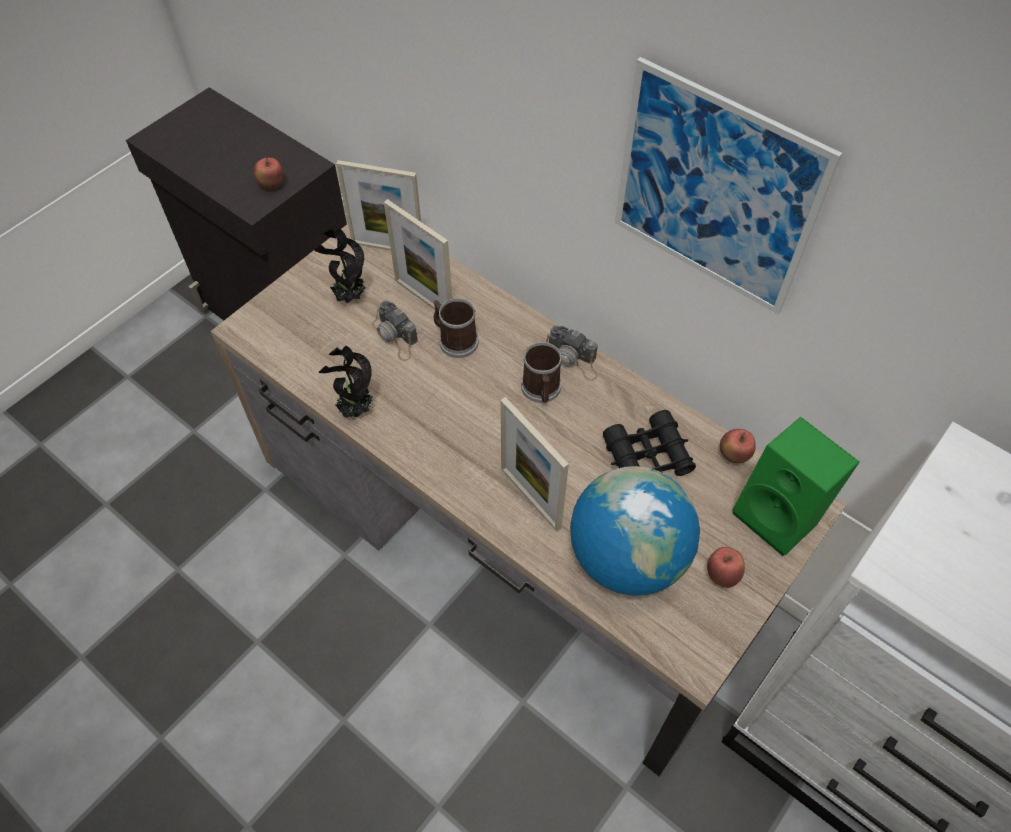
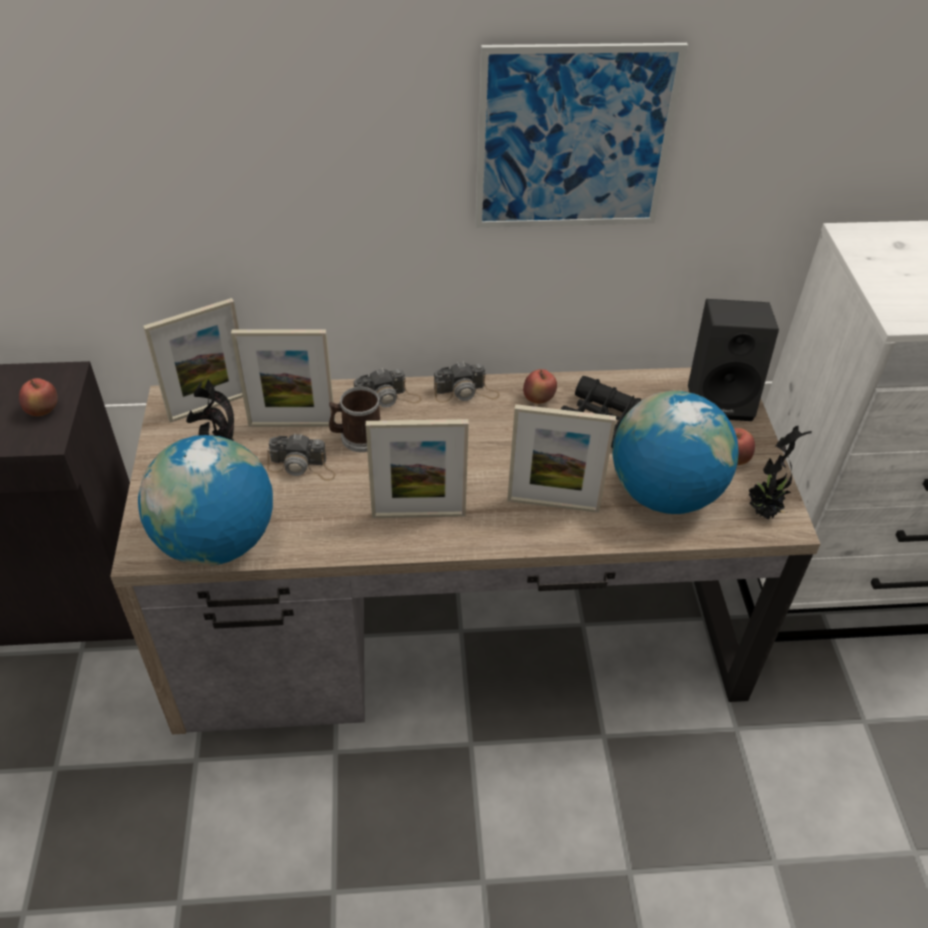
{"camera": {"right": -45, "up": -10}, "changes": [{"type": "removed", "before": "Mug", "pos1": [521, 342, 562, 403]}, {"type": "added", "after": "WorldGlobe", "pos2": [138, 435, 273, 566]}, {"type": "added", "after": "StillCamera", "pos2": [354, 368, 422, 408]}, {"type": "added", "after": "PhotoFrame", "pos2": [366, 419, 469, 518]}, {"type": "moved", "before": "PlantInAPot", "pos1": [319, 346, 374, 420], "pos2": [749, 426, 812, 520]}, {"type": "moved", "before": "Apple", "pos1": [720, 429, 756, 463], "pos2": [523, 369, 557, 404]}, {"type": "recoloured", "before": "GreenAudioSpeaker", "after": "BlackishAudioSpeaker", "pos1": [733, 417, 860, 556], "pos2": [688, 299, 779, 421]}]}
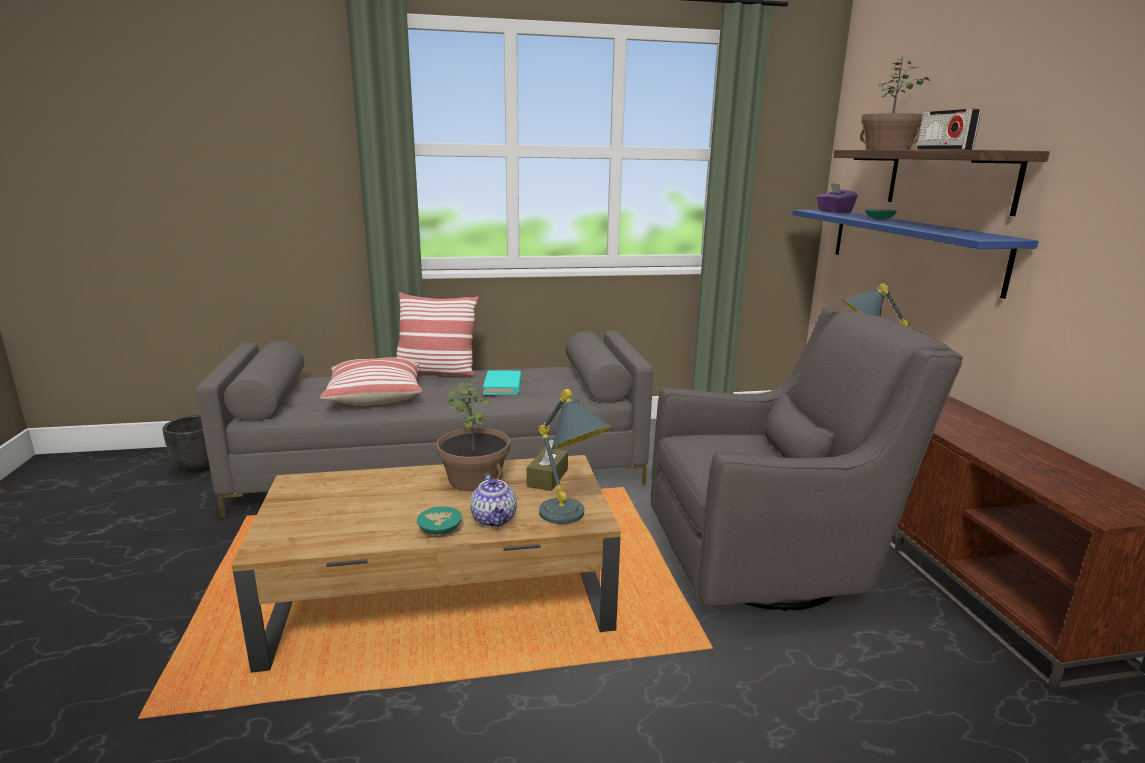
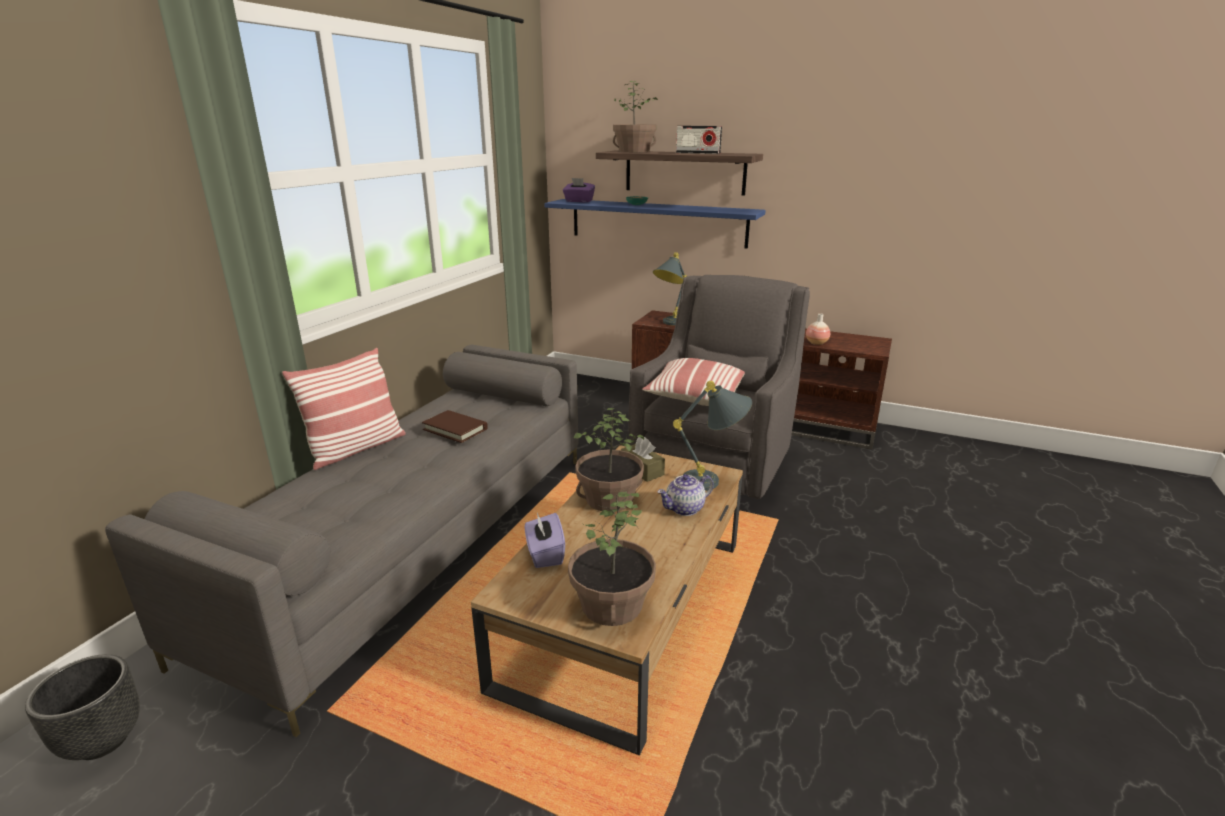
{"camera": {"right": -55, "up": 5}, "changes": [{"type": "removed", "before": "TurquoiseColouredServingBowl", "pos1": [417, 506, 462, 535]}, {"type": "added", "after": "PurpleColouredTissueBox", "pos2": [525, 513, 565, 568]}, {"type": "added", "after": "PlantInAPot", "pos2": [568, 491, 656, 626]}, {"type": "added", "after": "DecorativeVase", "pos2": [806, 313, 830, 345]}, {"type": "moved", "before": "Pillow", "pos1": [320, 357, 423, 406], "pos2": [642, 358, 745, 406]}, {"type": "recoloured", "before": "TurquoiseColouredBook", "after": "BrownBook", "pos1": [483, 370, 522, 395], "pos2": [422, 410, 488, 443]}, {"type": "turned", "before": "Teapot", "pos1": [470, 473, 517, 527], "pos2": [657, 474, 714, 516], "turn": 135}]}
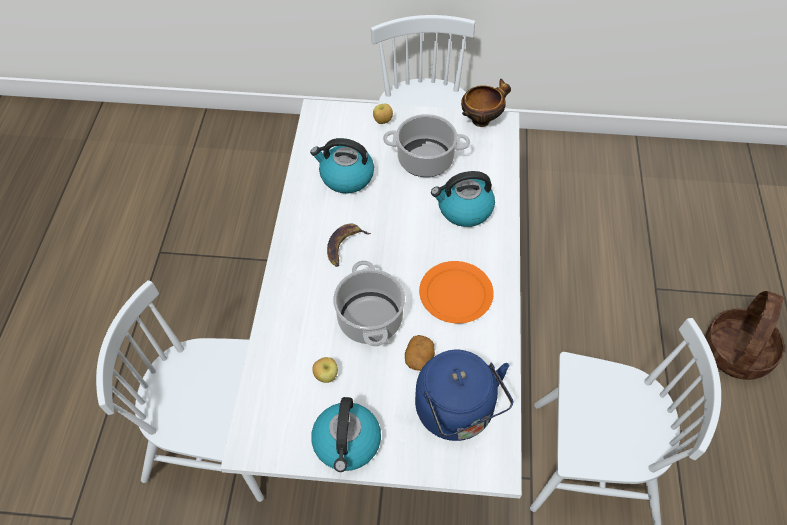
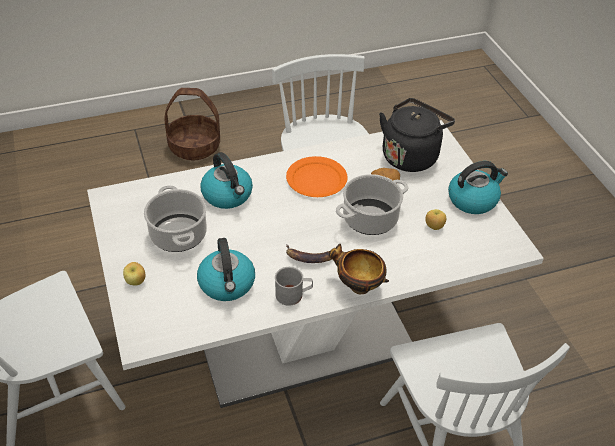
{"camera": {"right": -115, "up": -10}, "changes": [{"type": "added", "after": "GreyMug", "pos2": [275, 267, 313, 306]}, {"type": "moved", "before": "ServingBowl", "pos1": [461, 79, 511, 127], "pos2": [329, 244, 389, 294]}, {"type": "recoloured", "before": "BluishKettle", "after": "BlackishKettle", "pos1": [415, 350, 513, 441], "pos2": [379, 98, 455, 172]}]}
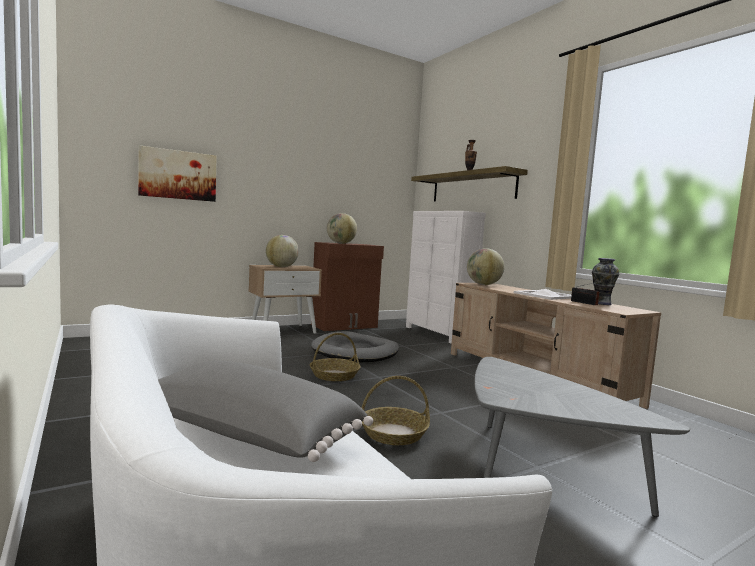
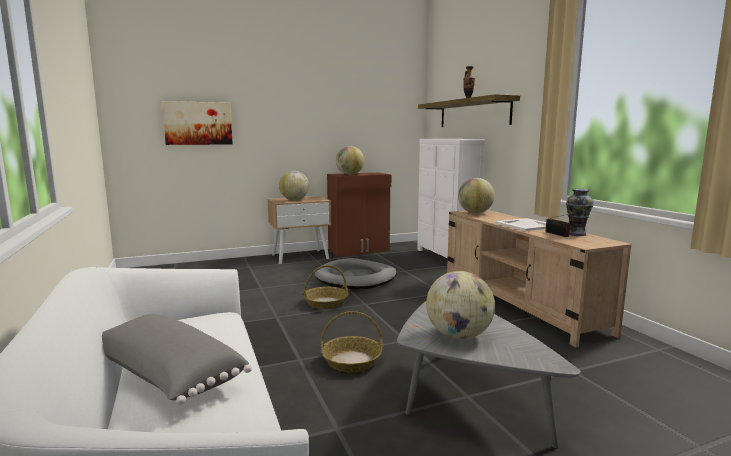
{"camera": {"right": 10, "up": 5}, "changes": [{"type": "added", "after": "WorldGlobe", "pos2": [426, 271, 495, 339]}]}
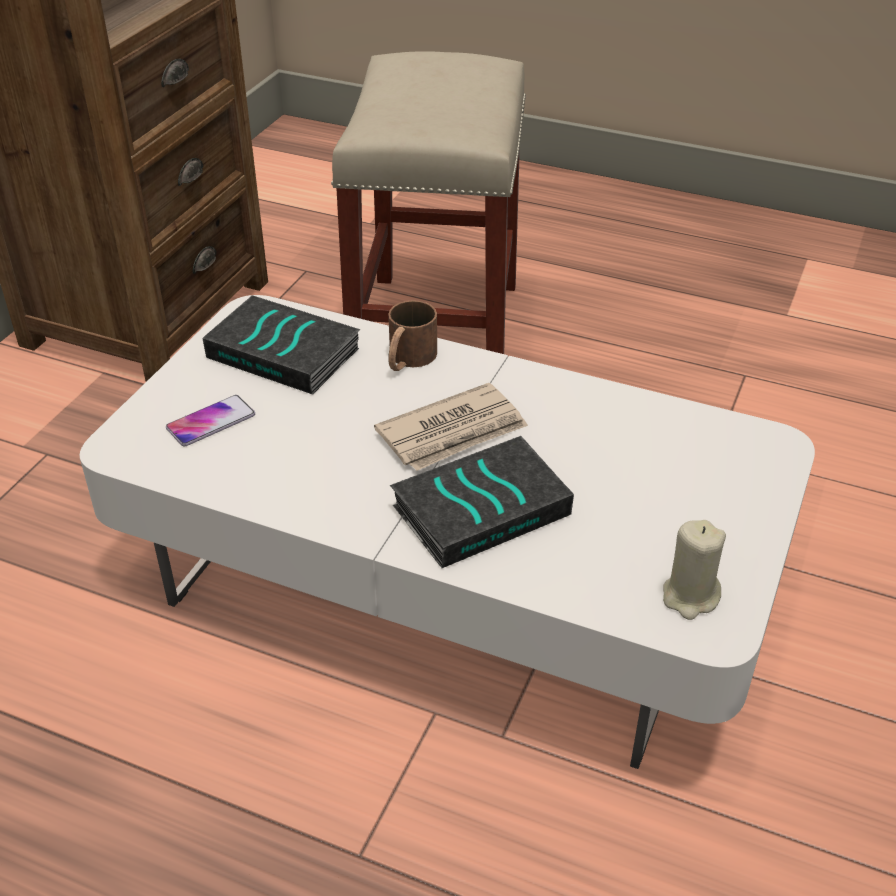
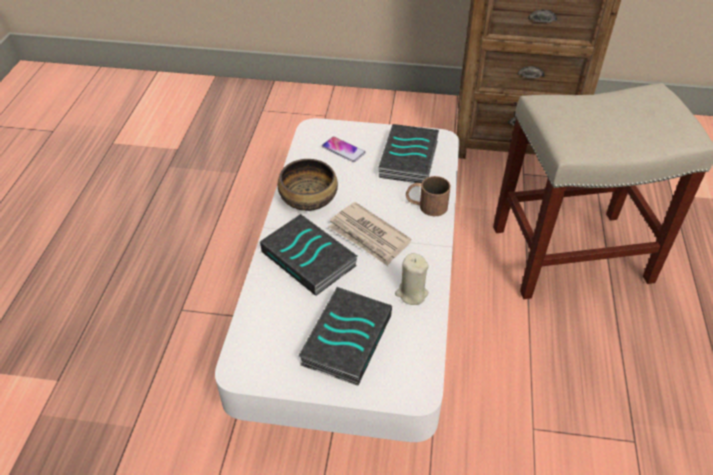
{"camera": {"right": 75, "up": 5}, "changes": [{"type": "added", "after": "ServingBowl", "pos2": [278, 159, 338, 211]}, {"type": "added", "after": "Book", "pos2": [299, 287, 392, 386]}, {"type": "moved", "before": "SandColouredWaxLight", "pos1": [663, 520, 726, 620], "pos2": [395, 253, 429, 305]}]}
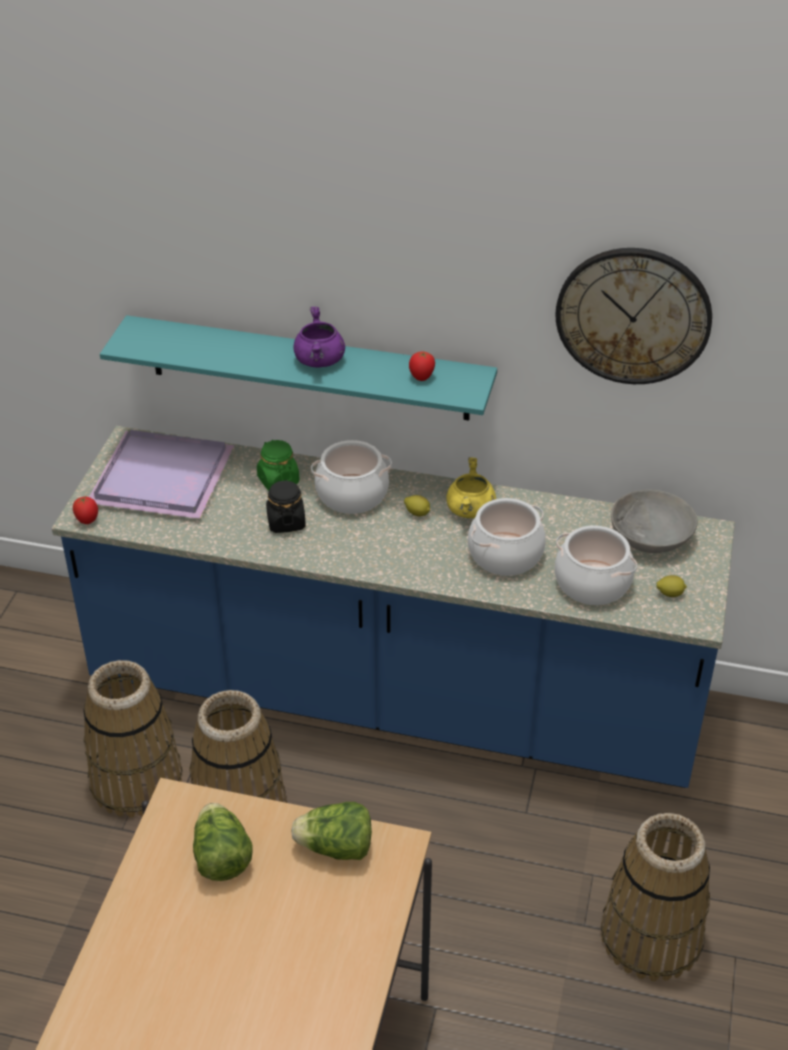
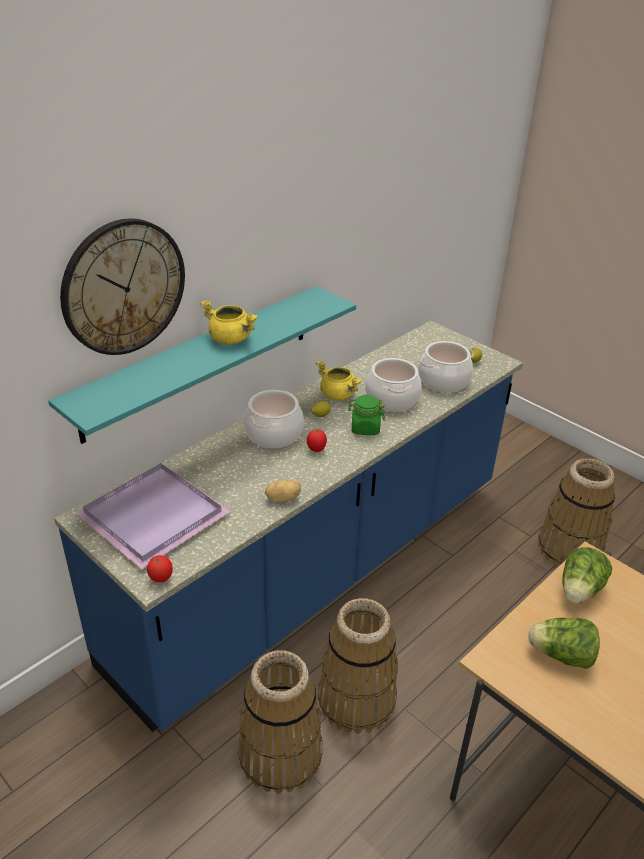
{"camera": {"right": -60, "up": -5}, "changes": [{"type": "removed", "before": "BlackishPreserveJar", "pos1": [266, 480, 306, 533]}, {"type": "removed", "before": "GreyServingBowl", "pos1": [611, 490, 698, 553]}, {"type": "added", "after": "Potato", "pos2": [265, 479, 301, 502]}, {"type": "moved", "before": "GreenPreserveJar", "pos1": [257, 440, 300, 491], "pos2": [348, 395, 385, 435]}, {"type": "moved", "before": "FreshTomato", "pos1": [409, 352, 435, 381], "pos2": [307, 429, 327, 452]}, {"type": "moved", "before": "ClockOnTheWall", "pos1": [555, 248, 712, 384], "pos2": [60, 218, 185, 355]}, {"type": "recoloured", "before": "PurpleColouredSaucepot", "after": "YellowColouredSaucepot", "pos1": [293, 307, 345, 367], "pos2": [200, 300, 258, 344]}]}
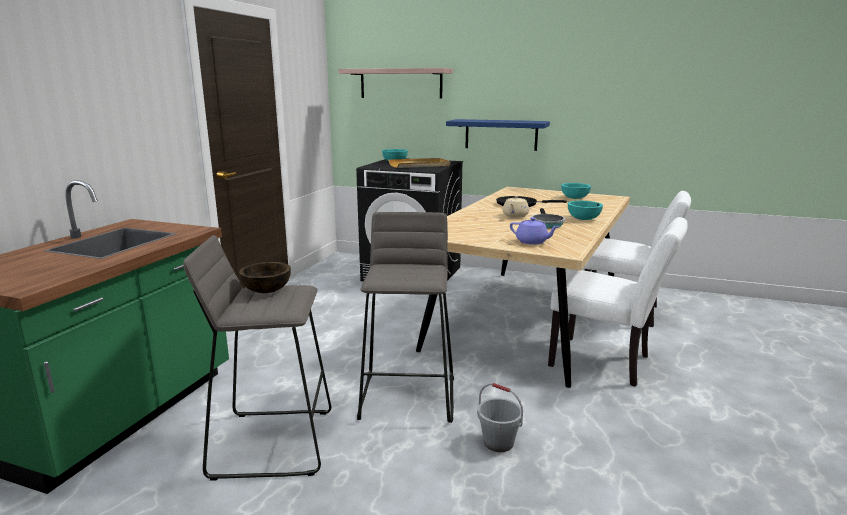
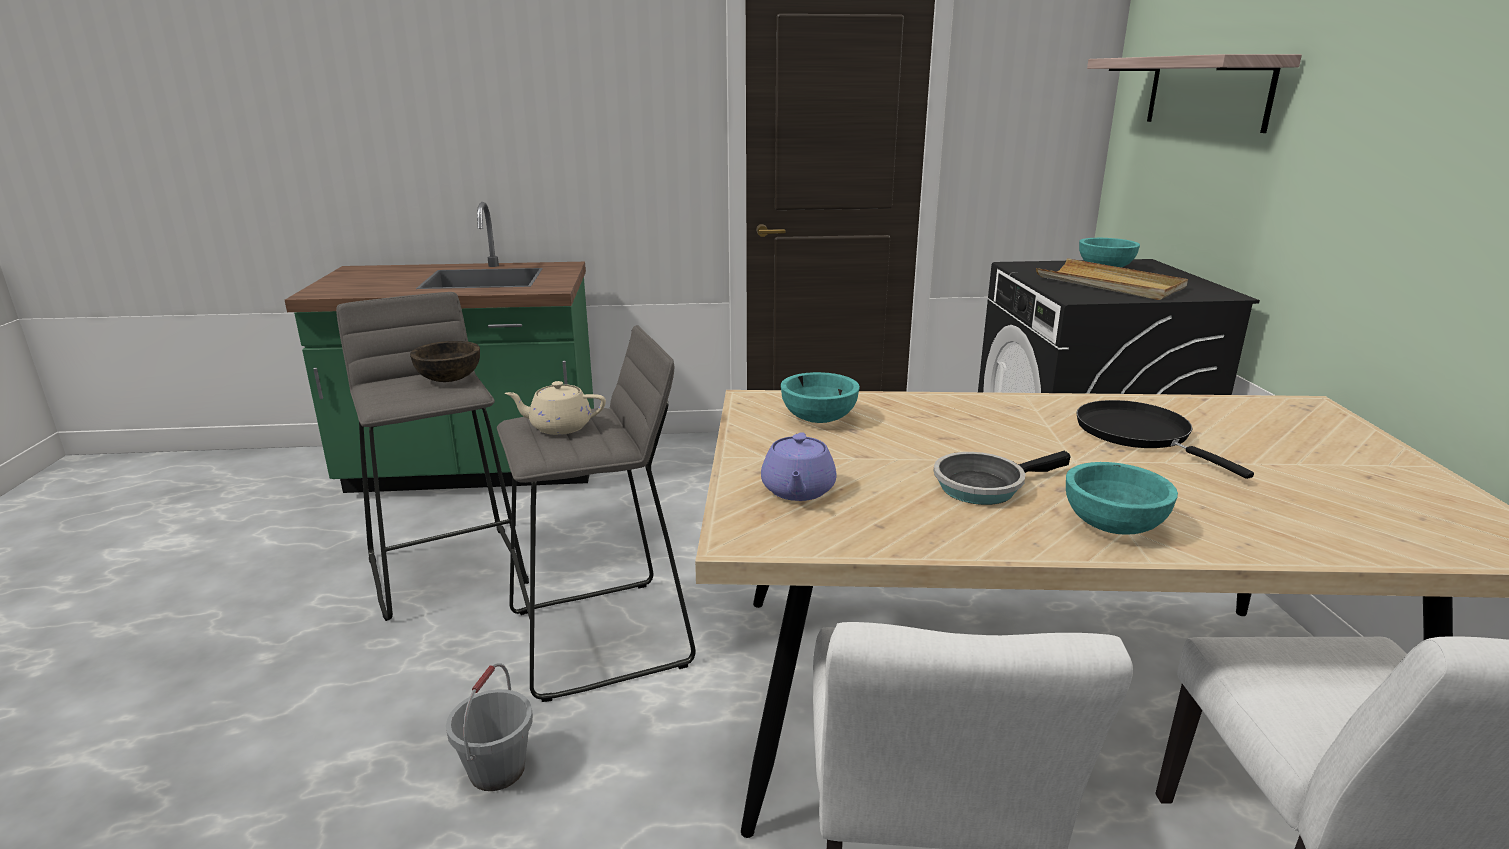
{"camera": {"right": 65, "up": 5}, "changes": [{"type": "removed", "before": "BluishShelf", "pos1": [446, 119, 550, 151]}, {"type": "moved", "before": "SandColouredTeapot", "pos1": [502, 195, 529, 218], "pos2": [505, 381, 606, 435]}, {"type": "moved", "before": "TurquoiseColouredServingBowl", "pos1": [561, 183, 591, 199], "pos2": [781, 372, 860, 423]}]}
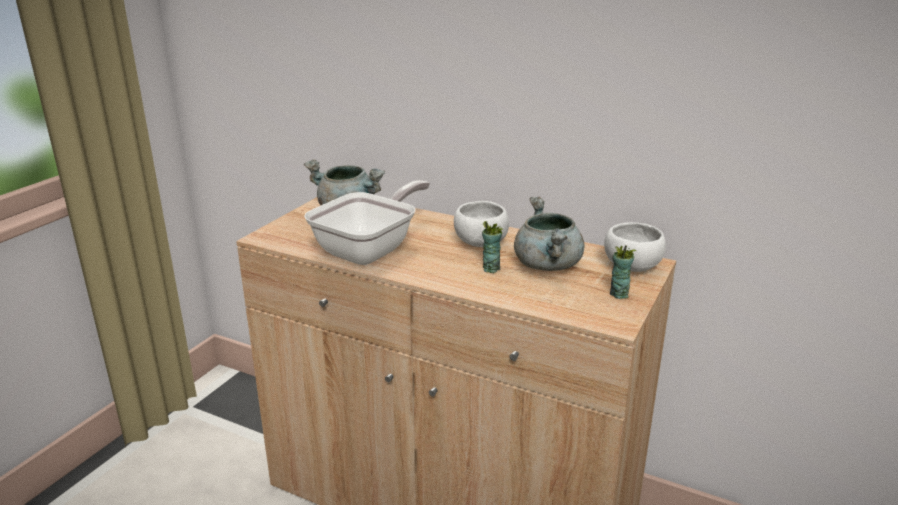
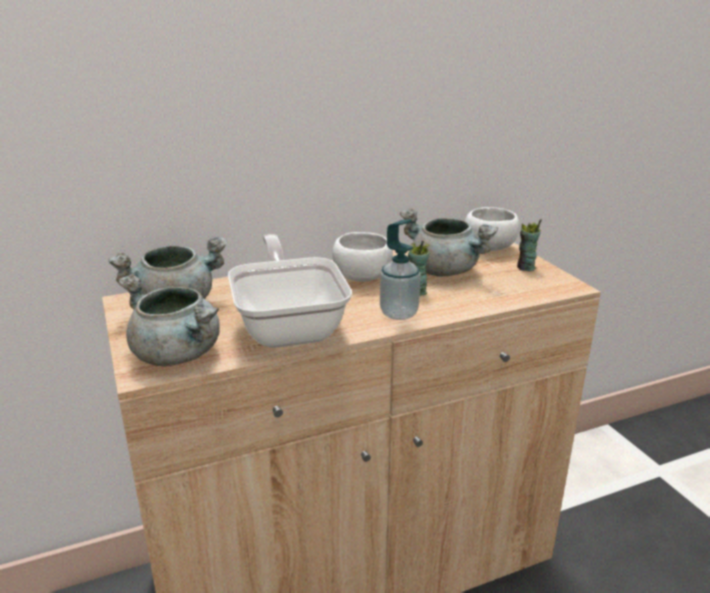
{"camera": {"right": -50, "up": 0}, "changes": [{"type": "added", "after": "GreySaucepot", "pos2": [117, 274, 220, 366]}, {"type": "added", "after": "SoapBottle", "pos2": [380, 219, 420, 320]}]}
